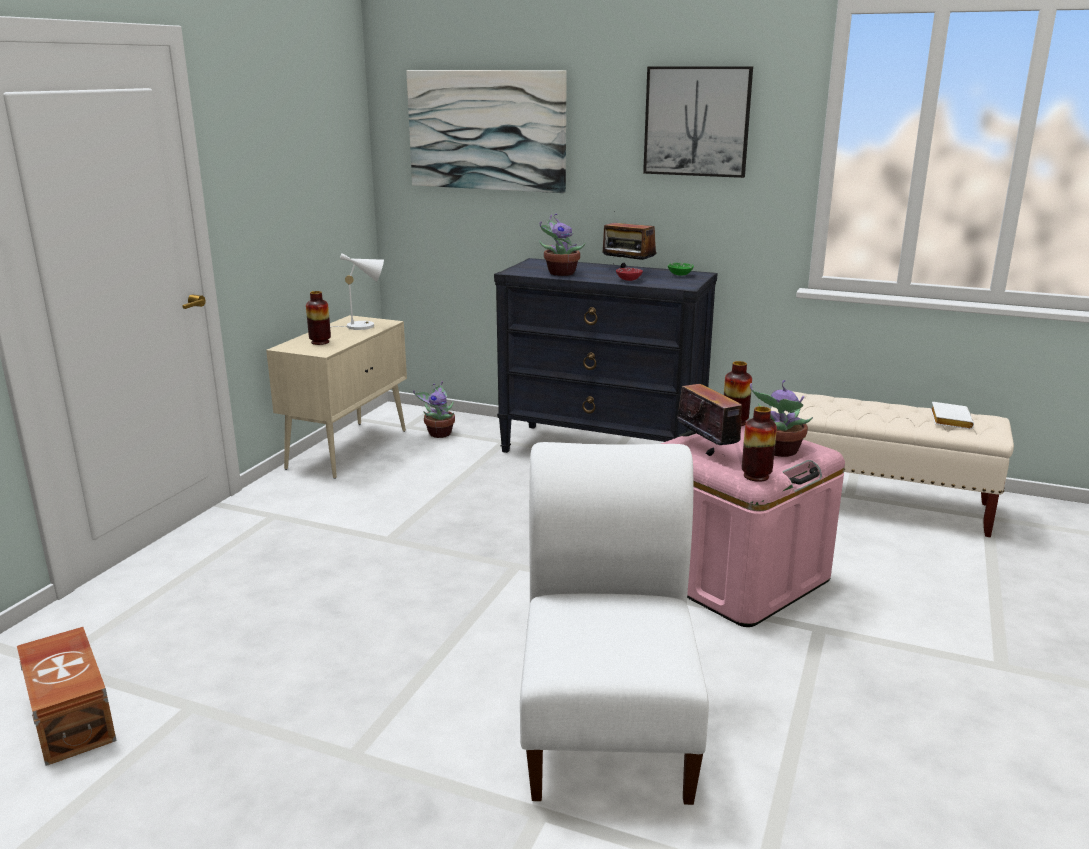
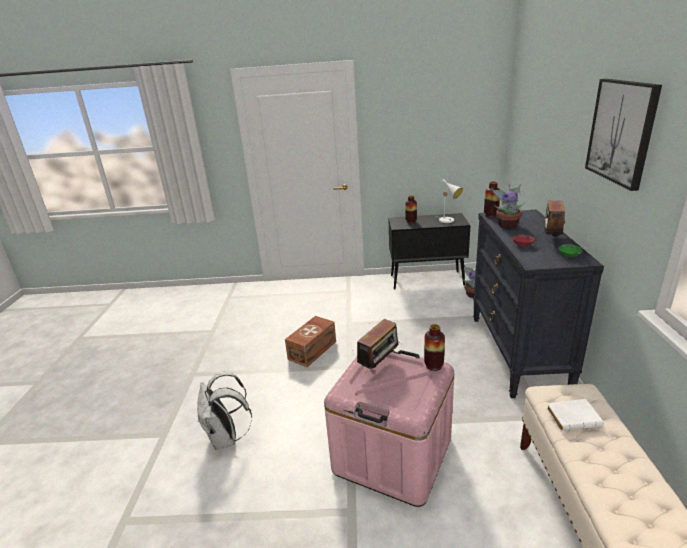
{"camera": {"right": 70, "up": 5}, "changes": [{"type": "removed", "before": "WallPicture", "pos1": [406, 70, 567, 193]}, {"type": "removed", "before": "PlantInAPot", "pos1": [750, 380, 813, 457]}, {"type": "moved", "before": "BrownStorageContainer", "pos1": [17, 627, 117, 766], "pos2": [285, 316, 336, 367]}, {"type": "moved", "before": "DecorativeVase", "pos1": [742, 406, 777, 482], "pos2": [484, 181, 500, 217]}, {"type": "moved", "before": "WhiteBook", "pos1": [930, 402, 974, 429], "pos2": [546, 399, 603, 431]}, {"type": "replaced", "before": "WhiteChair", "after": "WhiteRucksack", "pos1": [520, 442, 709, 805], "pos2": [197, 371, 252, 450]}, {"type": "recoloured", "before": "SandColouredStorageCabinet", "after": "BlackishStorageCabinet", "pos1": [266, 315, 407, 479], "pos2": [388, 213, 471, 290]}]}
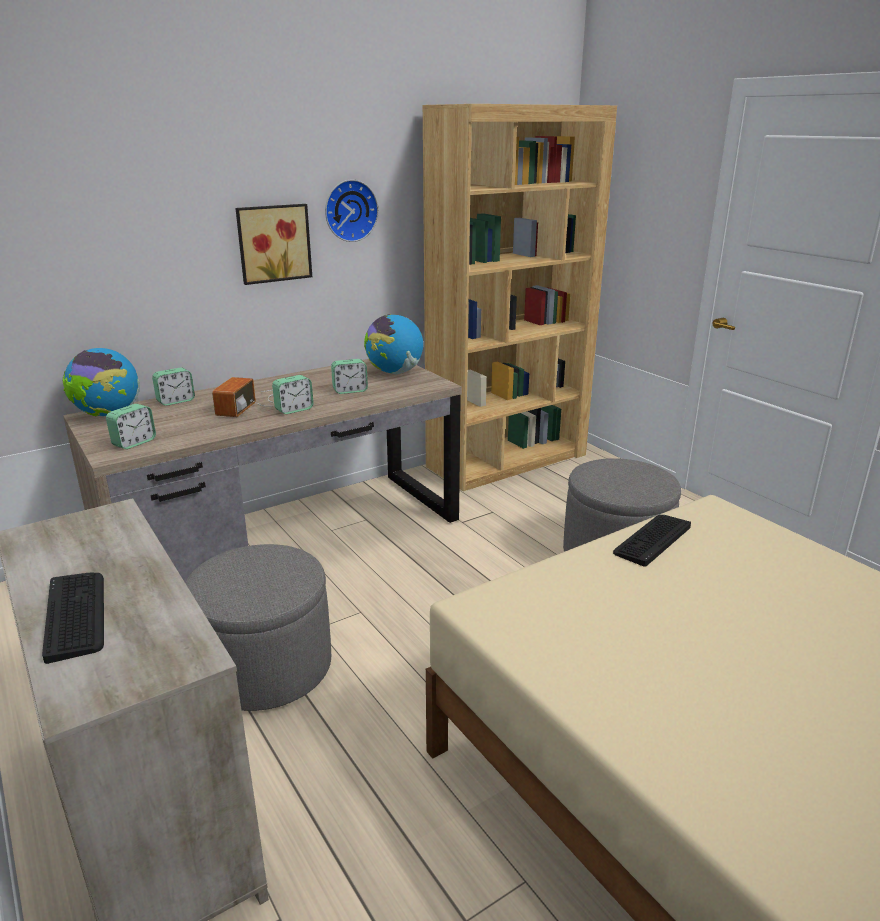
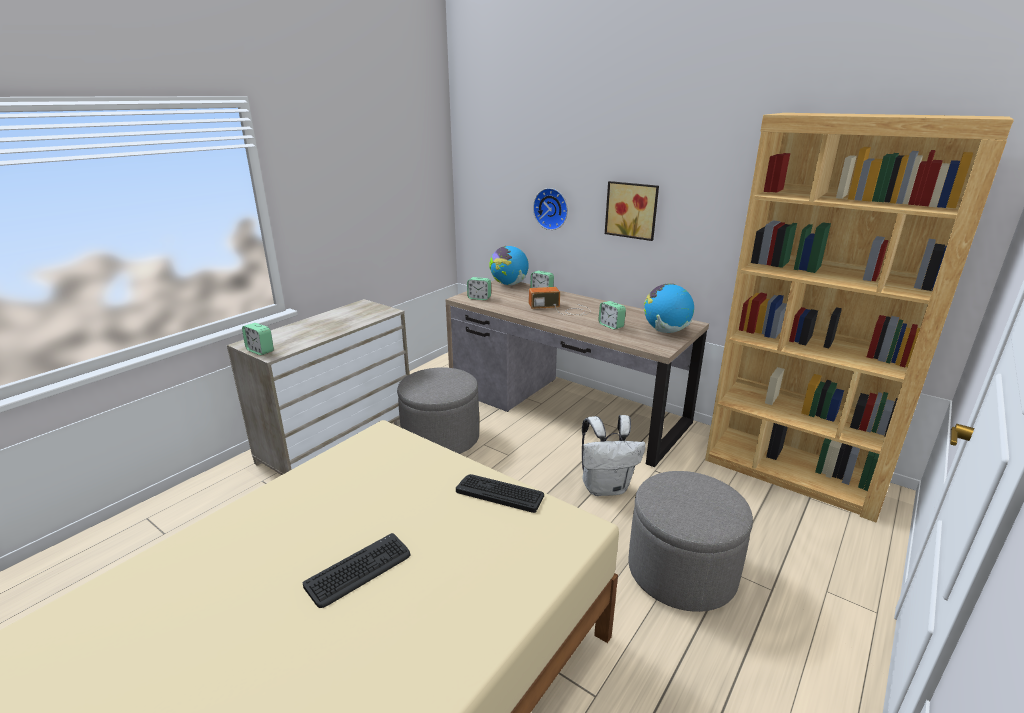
{"camera": {"right": 70, "up": 0}, "changes": [{"type": "added", "after": "WhiteRucksack", "pos2": [582, 415, 646, 496]}, {"type": "moved", "before": "Keyboard", "pos1": [42, 573, 104, 664], "pos2": [303, 533, 411, 608]}, {"type": "moved", "before": "TableClock", "pos1": [272, 375, 314, 414], "pos2": [242, 323, 274, 355]}, {"type": "moved", "before": "ClockOnTheWall", "pos1": [325, 179, 378, 242], "pos2": [533, 188, 568, 230]}]}
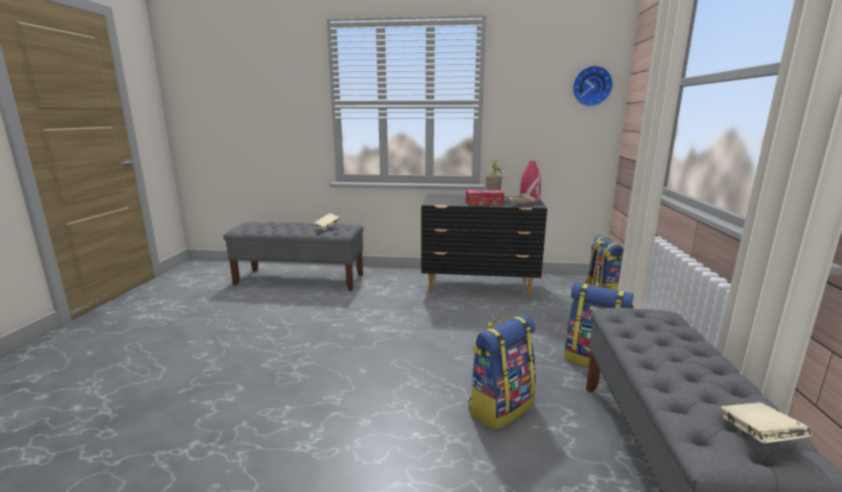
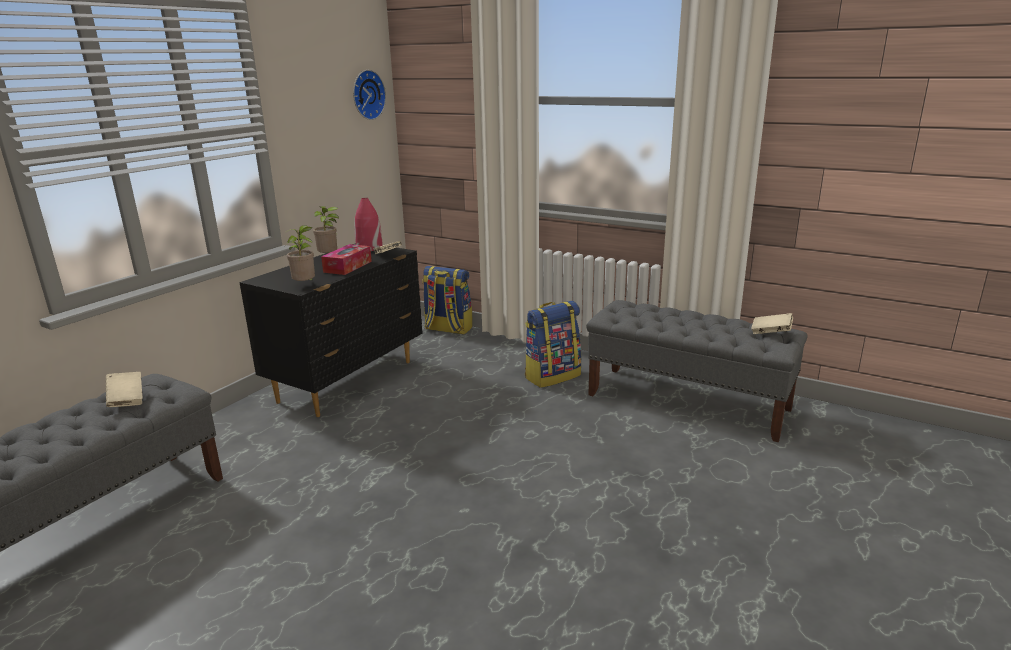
{"camera": {"right": -65, "up": 5}, "changes": [{"type": "removed", "before": "Rucksack", "pos1": [468, 314, 536, 430]}, {"type": "added", "after": "PlantInAPot", "pos2": [286, 225, 315, 281]}]}
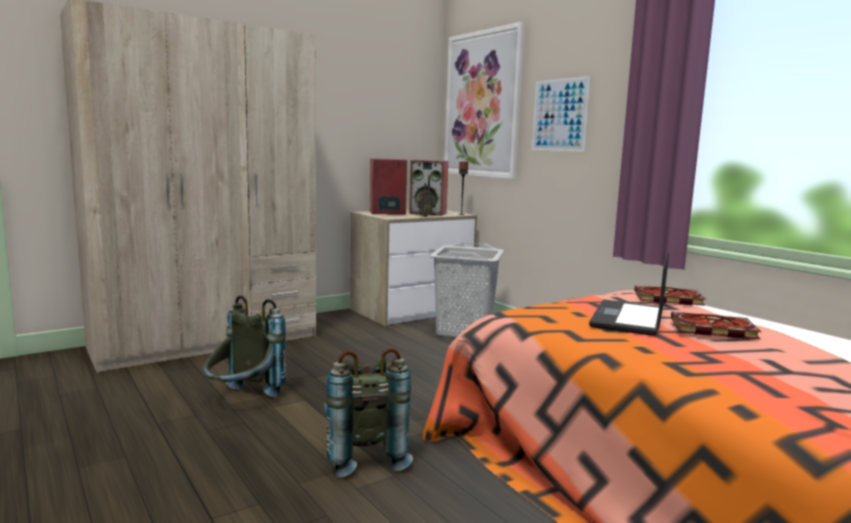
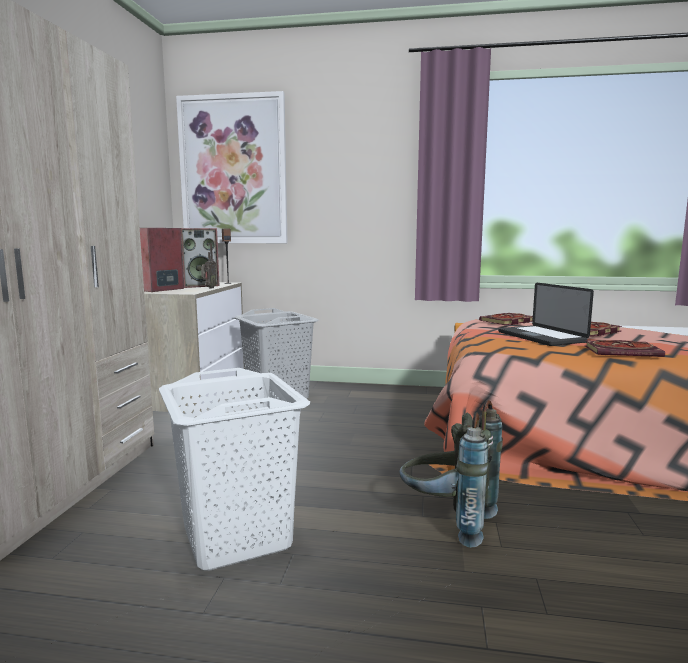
{"camera": {"right": -45, "up": 0}, "changes": [{"type": "removed", "before": "WallPicture", "pos1": [532, 76, 591, 152]}, {"type": "added", "after": "Book", "pos2": [584, 340, 665, 357]}, {"type": "replaced", "before": "GreyRucksack", "after": "WhiteLaundryBasket", "pos1": [203, 295, 286, 397], "pos2": [159, 368, 310, 570]}]}
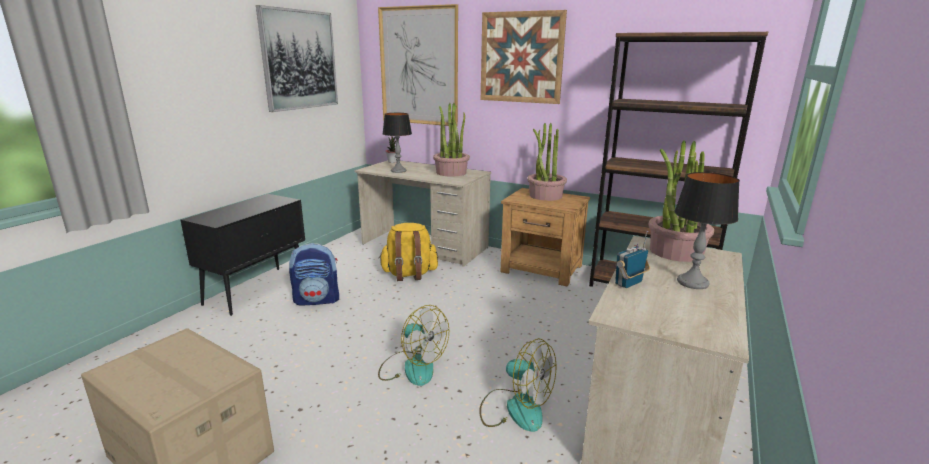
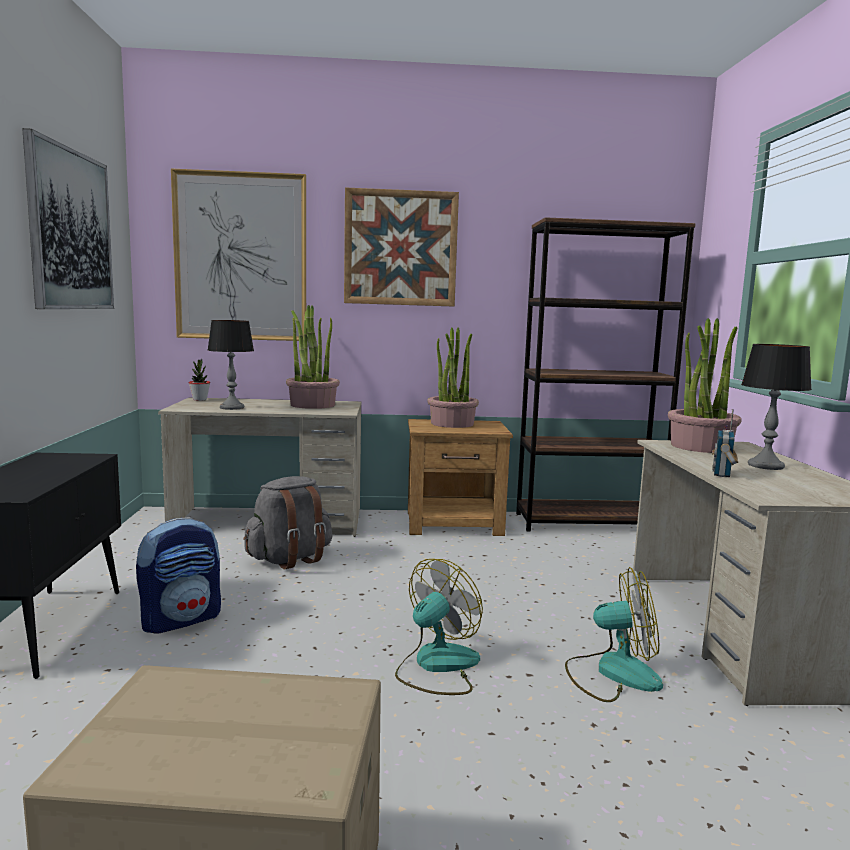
{"camera": {"right": -30, "up": -10}, "changes": [{"type": "recoloured", "before": "YellowColouredRucksack", "after": "GreyRucksack", "pos1": [379, 223, 438, 281], "pos2": [243, 476, 333, 569]}, {"type": "turned", "before": "Fan", "pos1": [378, 305, 449, 386], "pos2": [395, 559, 483, 695], "turn": -60}]}
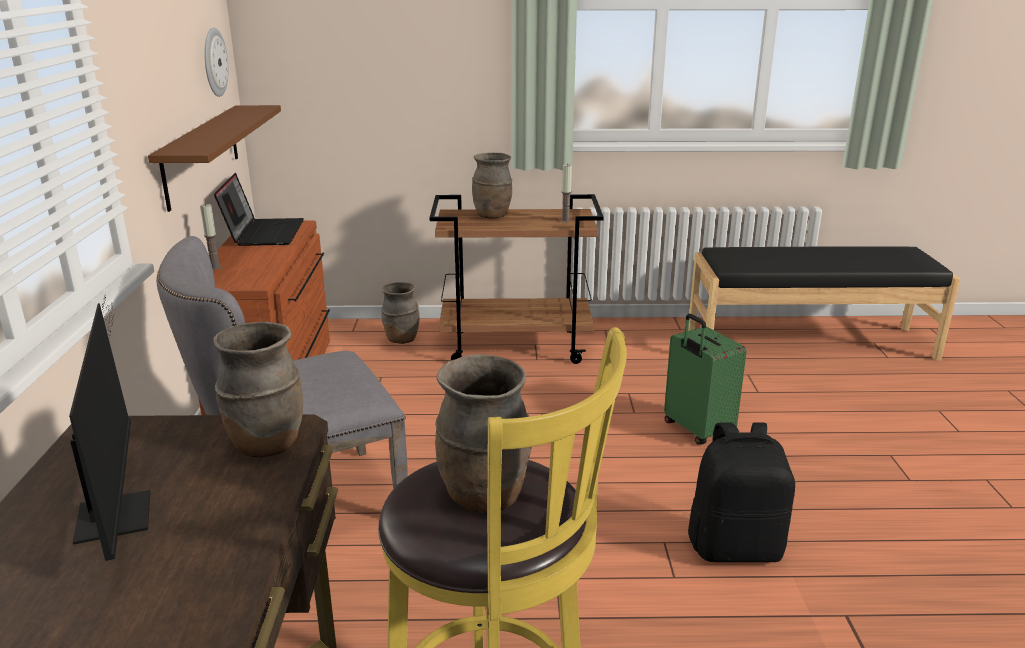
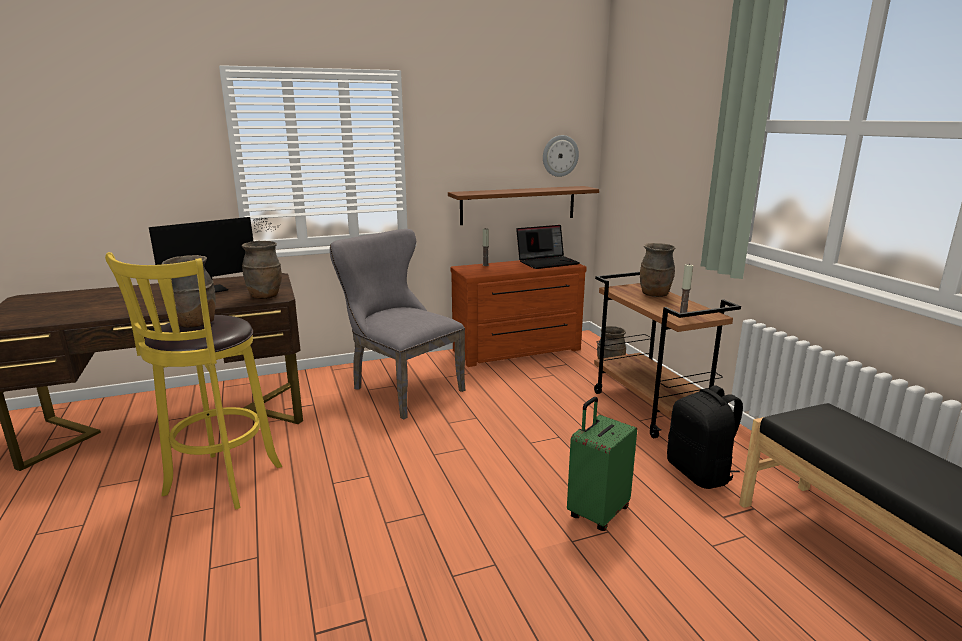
{"camera": {"right": 70, "up": -5}, "changes": [{"type": "moved", "before": "BlackishRucksack", "pos1": [688, 422, 795, 562], "pos2": [667, 385, 743, 489]}]}
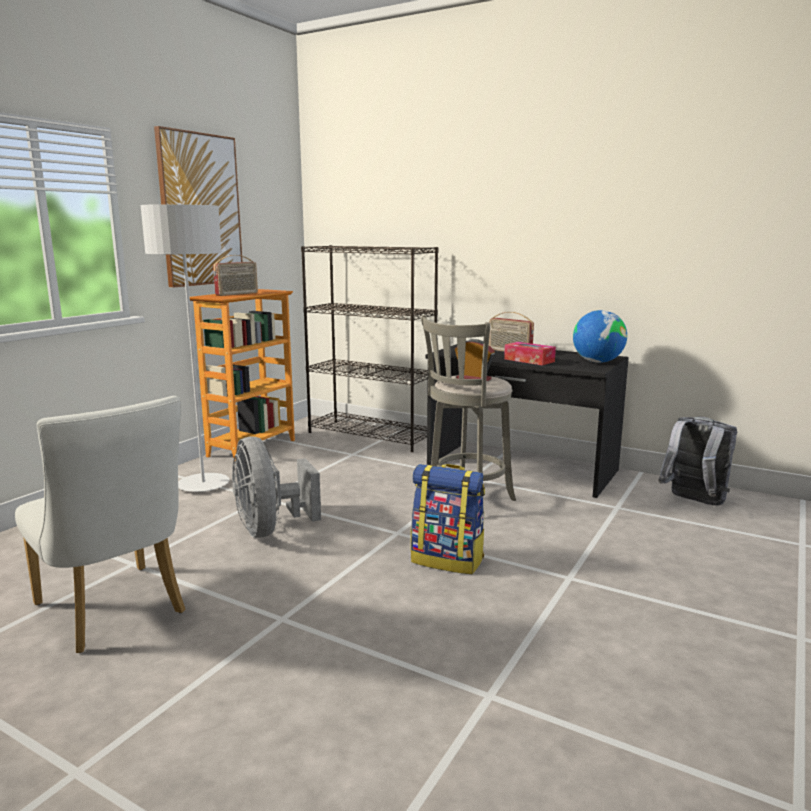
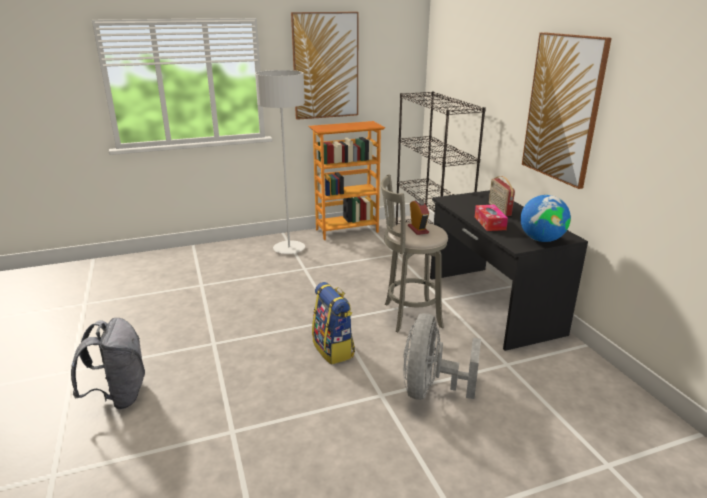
{"camera": {"right": 40, "up": 10}, "changes": [{"type": "removed", "before": "WhiteChair", "pos1": [15, 396, 185, 653]}, {"type": "removed", "before": "Radio", "pos1": [213, 255, 258, 296]}, {"type": "added", "after": "WallPicture", "pos2": [522, 32, 612, 189]}, {"type": "moved", "before": "GreyFan", "pos1": [232, 437, 321, 538], "pos2": [403, 313, 481, 400]}, {"type": "moved", "before": "GreyRucksack", "pos1": [658, 417, 737, 506], "pos2": [71, 318, 145, 409]}]}
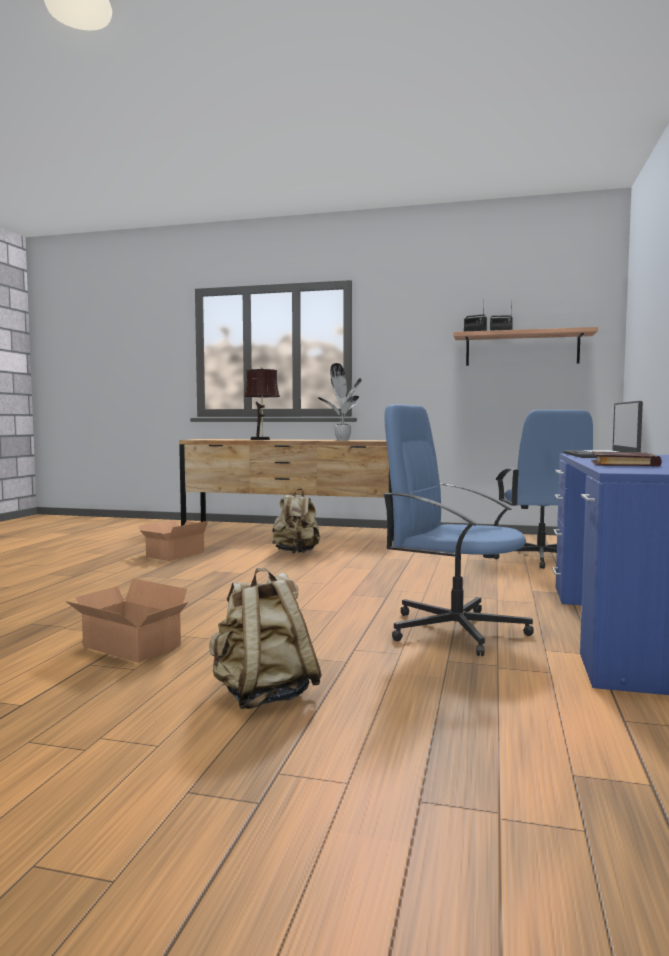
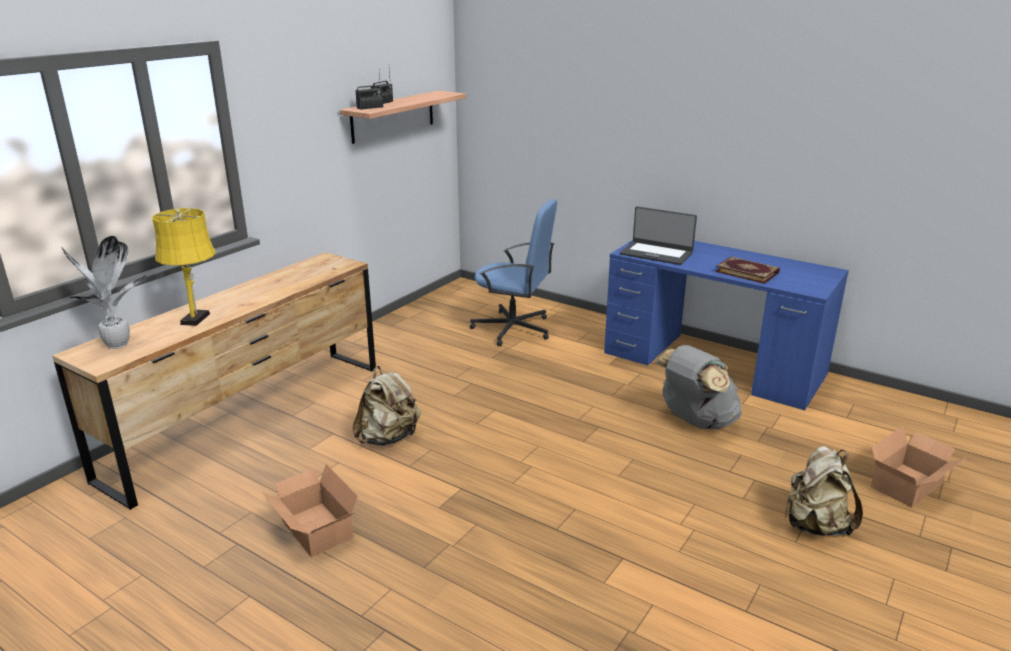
{"camera": {"right": -70, "up": 20}, "changes": [{"type": "moved", "before": "CardboardBox", "pos1": [65, 578, 188, 663], "pos2": [871, 426, 967, 508]}, {"type": "moved", "before": "PlantInAPot", "pos1": [318, 363, 362, 440], "pos2": [61, 236, 147, 349]}, {"type": "replaced", "before": "BluishDeskChair", "after": "GreyRucksack", "pos1": [383, 404, 534, 656], "pos2": [655, 345, 742, 429]}, {"type": "recoloured", "before": "BrownLampForATable", "after": "YellowColouredLampForATable", "pos1": [244, 367, 280, 440], "pos2": [152, 208, 216, 326]}]}
